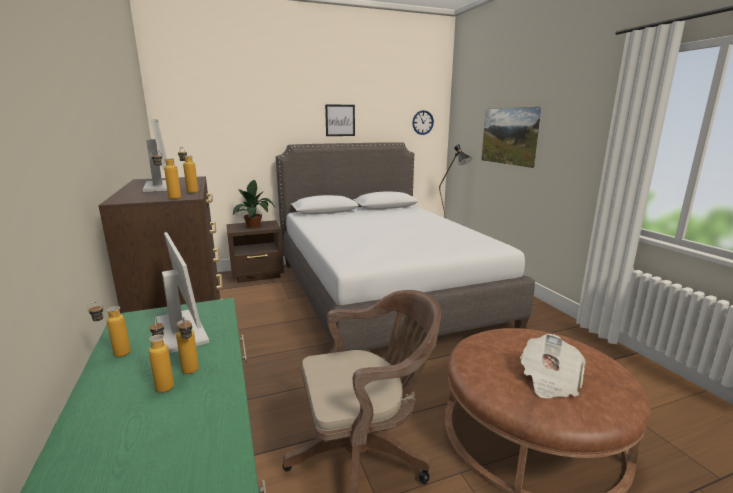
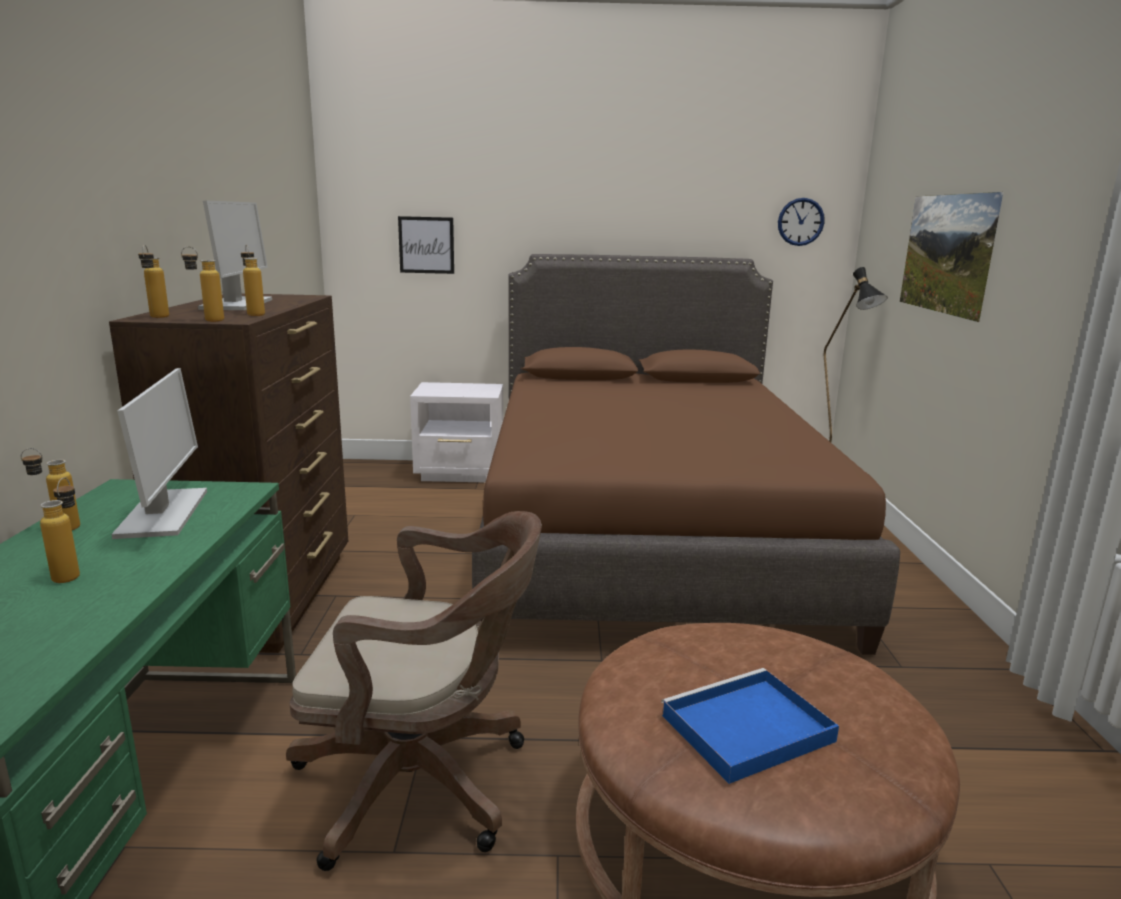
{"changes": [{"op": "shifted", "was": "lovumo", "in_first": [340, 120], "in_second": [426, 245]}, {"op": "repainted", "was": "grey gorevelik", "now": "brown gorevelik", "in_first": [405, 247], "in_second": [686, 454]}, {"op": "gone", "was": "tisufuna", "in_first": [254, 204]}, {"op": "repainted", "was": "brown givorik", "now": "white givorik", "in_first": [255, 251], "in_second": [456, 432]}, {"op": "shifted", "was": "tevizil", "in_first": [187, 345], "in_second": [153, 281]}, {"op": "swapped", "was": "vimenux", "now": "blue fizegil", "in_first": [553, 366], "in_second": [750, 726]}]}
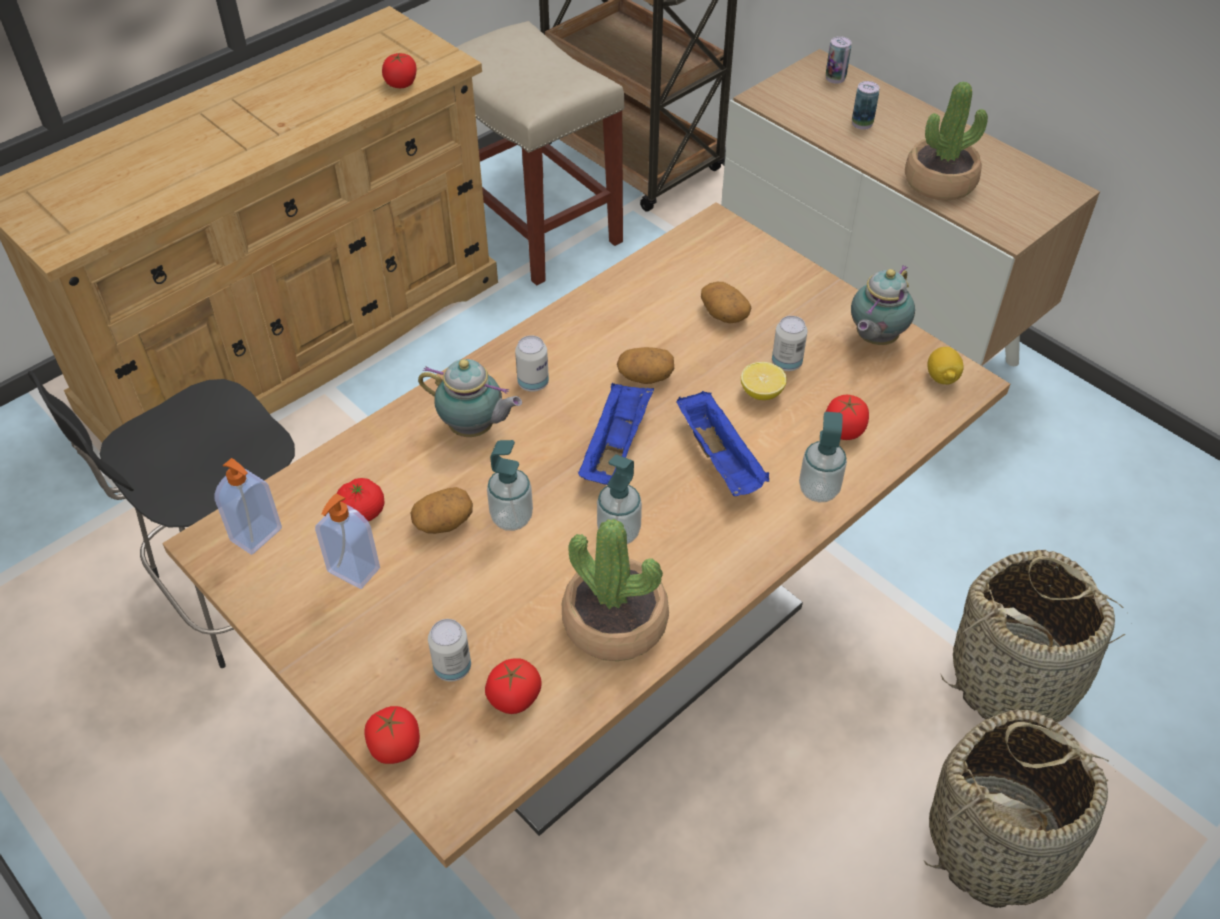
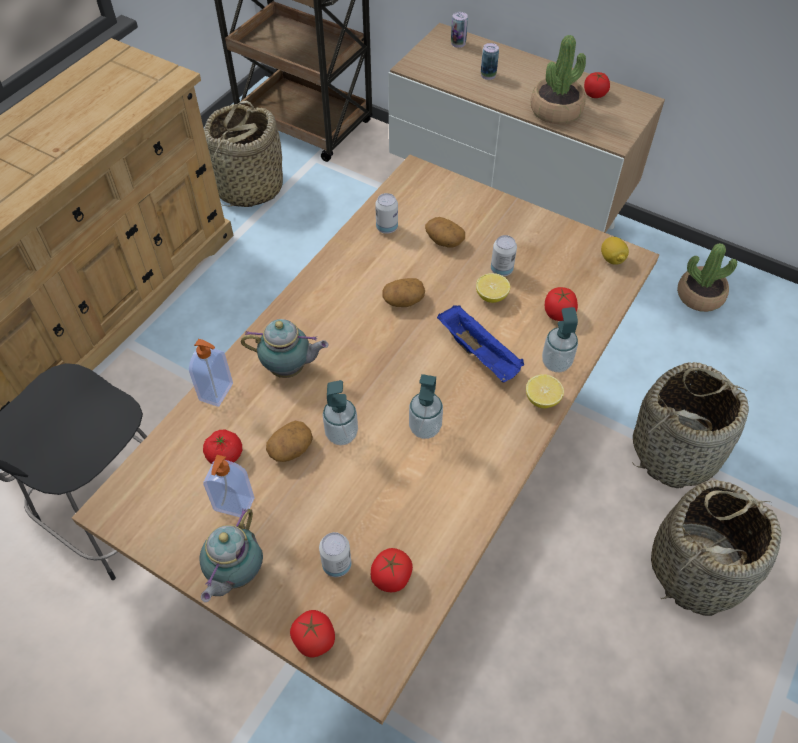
{"changes": [{"op": "swapped", "was": "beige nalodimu", "now": "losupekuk", "in_first": [541, 153], "in_second": [243, 153]}, {"op": "shifted", "was": "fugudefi", "in_first": [399, 70], "in_second": [597, 85]}, {"op": "shifted", "was": "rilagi", "in_first": [883, 305], "in_second": [231, 555]}, {"op": "shifted", "was": "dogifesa", "in_first": [532, 363], "in_second": [386, 213]}, {"op": "gone", "was": "blue fizegil", "in_first": [616, 434]}, {"op": "shifted", "was": "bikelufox", "in_first": [248, 506], "in_second": [211, 373]}, {"op": "shifted", "was": "tisufuna", "in_first": [615, 590], "in_second": [707, 277]}, {"op": "new", "now": "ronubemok", "in_second": [545, 391]}]}
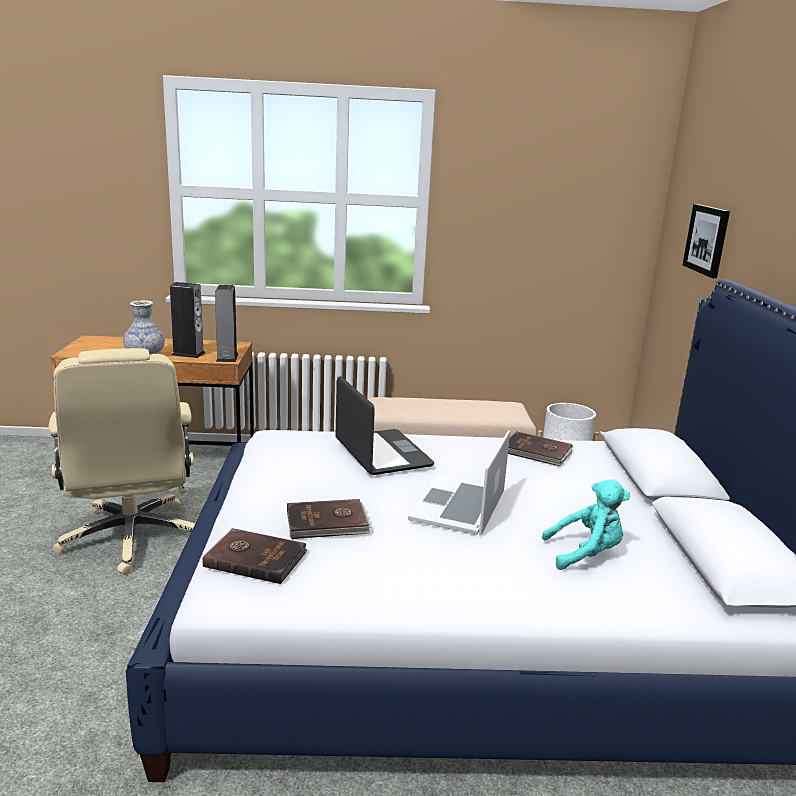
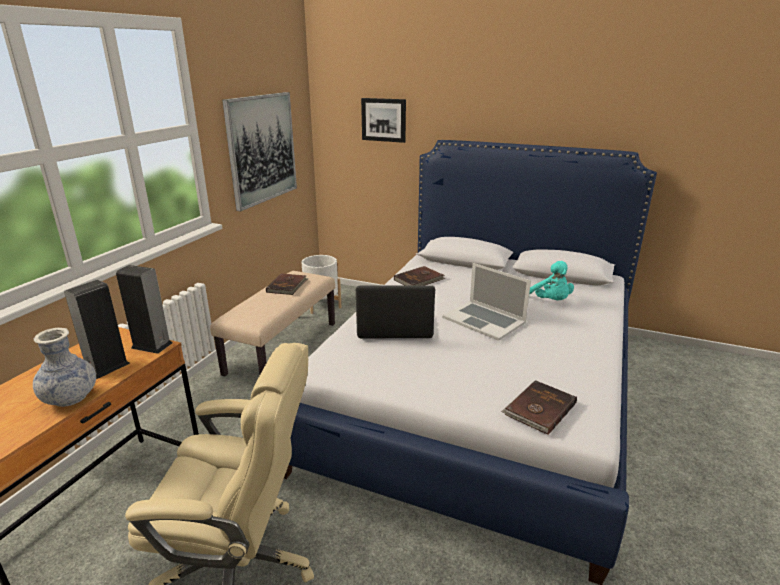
{"changes": [{"op": "rotated", "was": "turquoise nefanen", "in_first": [586, 524], "in_second": [551, 280], "clockwise": 135}, {"op": "shifted", "was": "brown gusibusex", "in_first": [329, 519], "in_second": [287, 284]}, {"op": "new", "now": "lovumo", "in_second": [259, 151]}]}
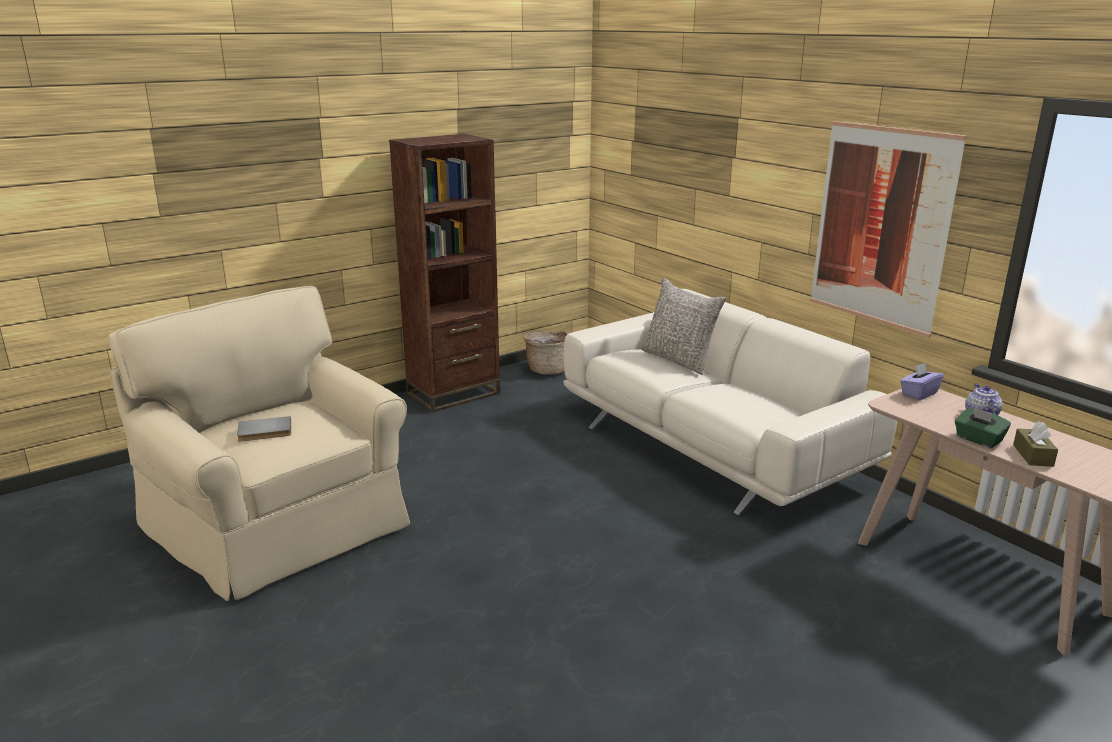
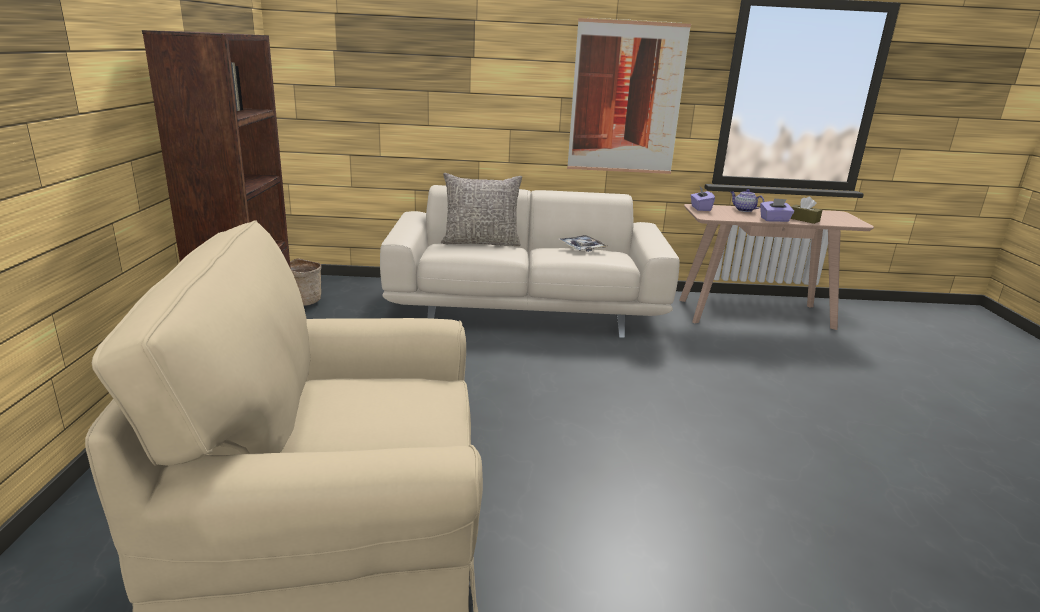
{"changes": [{"op": "repainted", "was": "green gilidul", "now": "purple gilidul", "in_first": [983, 427], "in_second": [777, 210]}, {"op": "gone", "was": "grey gusibusex", "in_first": [264, 428]}, {"op": "new", "now": "fizegil", "in_second": [583, 243]}]}
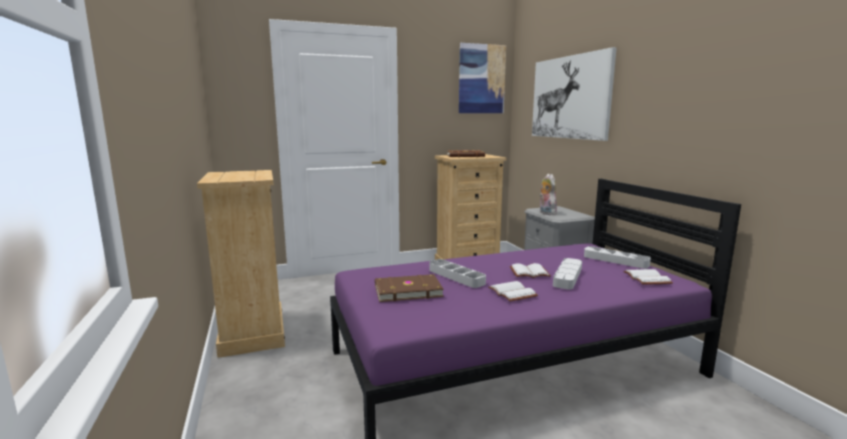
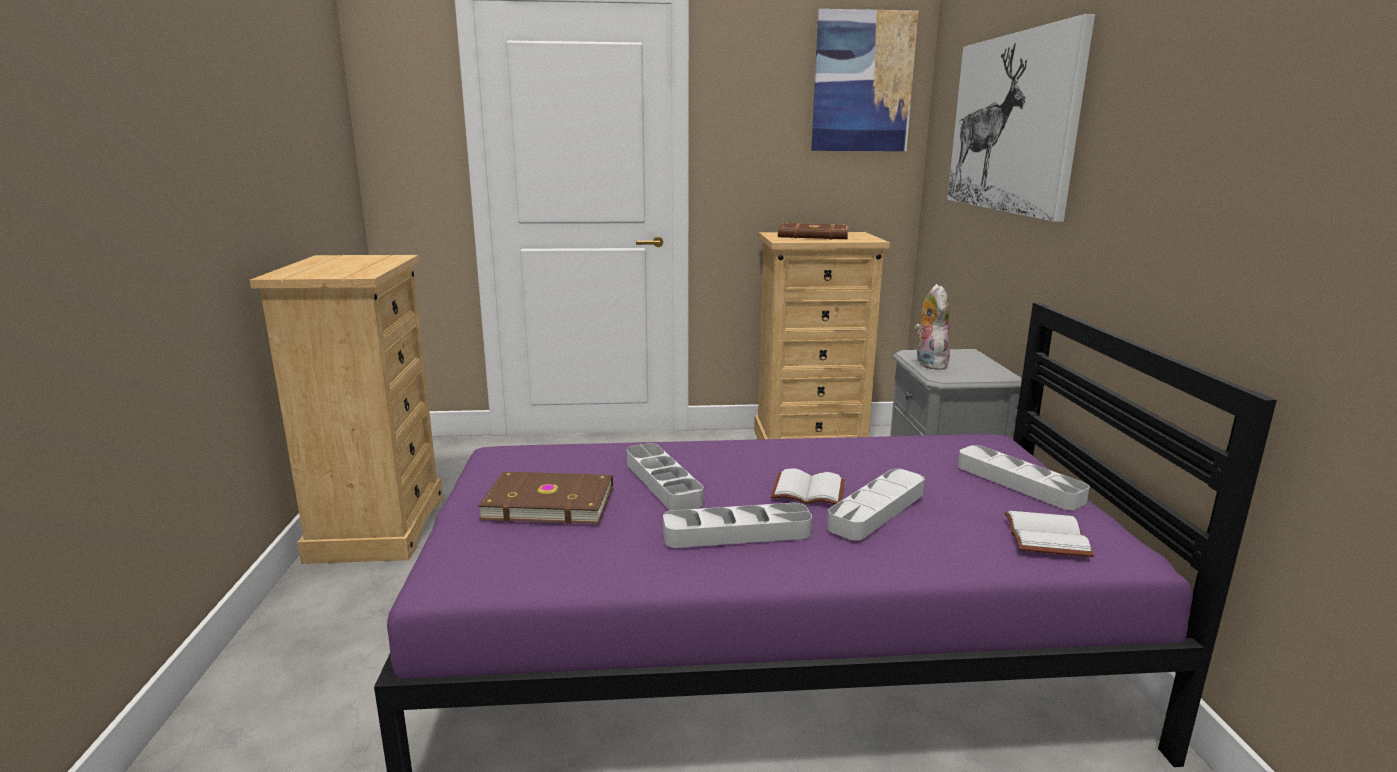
{"changes": [{"op": "swapped", "was": "white gusibusex", "now": "grey fizegil", "in_first": [513, 291], "in_second": [737, 525]}]}
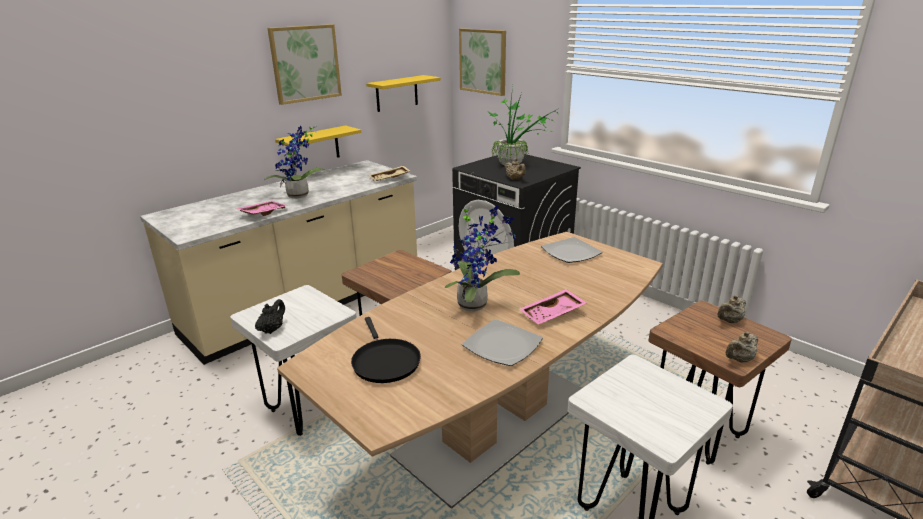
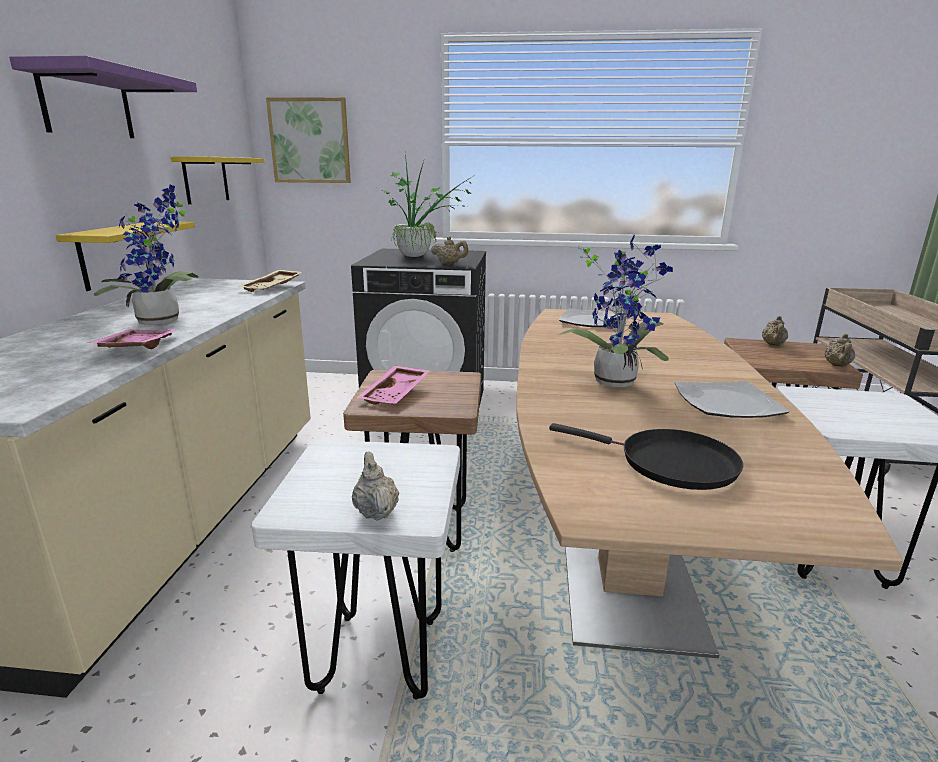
{"changes": [{"op": "swapped", "was": "lovumo", "now": "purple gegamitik", "in_first": [304, 64], "in_second": [103, 97]}, {"op": "shifted", "was": "pink fizegil", "in_first": [553, 306], "in_second": [393, 385]}, {"op": "repainted", "was": "black rilagi", "now": "beige rilagi", "in_first": [270, 316], "in_second": [375, 486]}]}
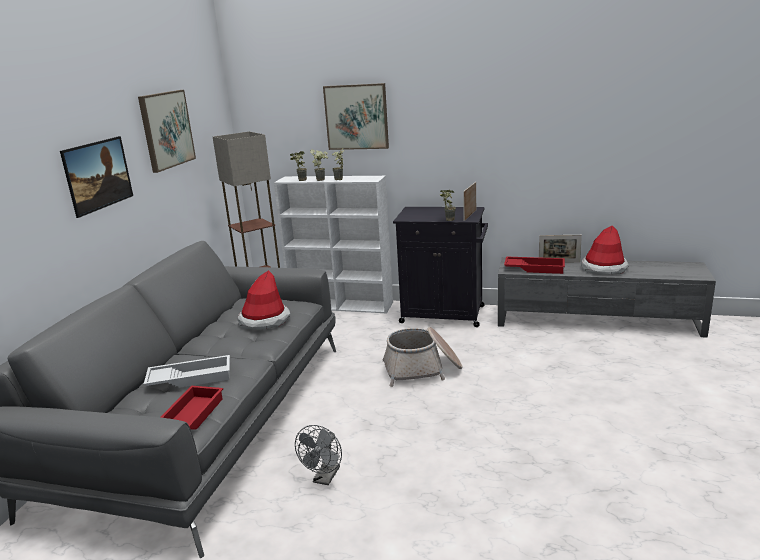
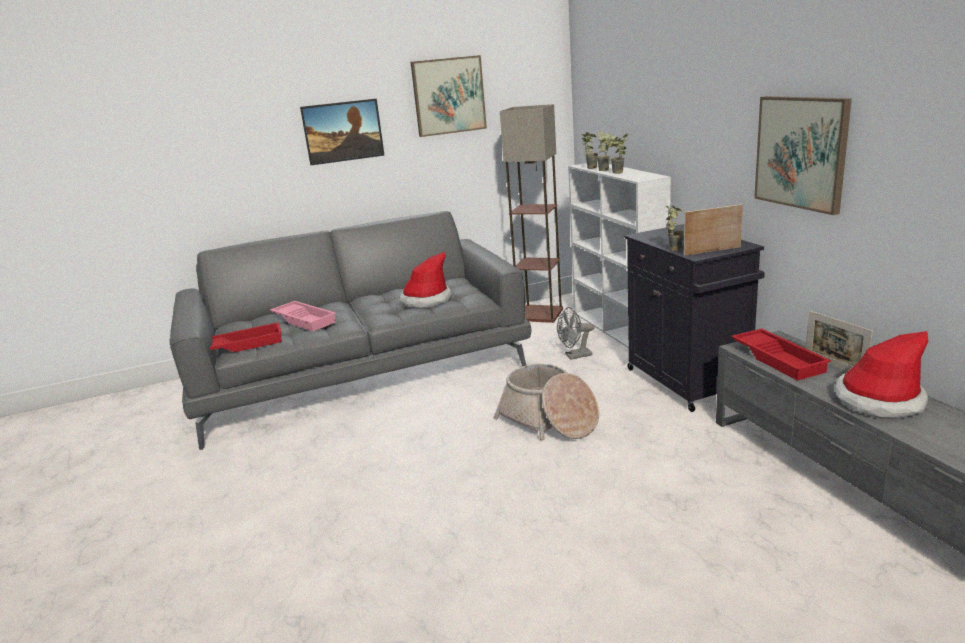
{"changes": [{"op": "shifted", "was": "lovumo", "in_first": [356, 116], "in_second": [803, 155]}, {"op": "repainted", "was": "white fizegil", "now": "pink fizegil", "in_first": [187, 371], "in_second": [303, 316]}, {"op": "shifted", "was": "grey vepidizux", "in_first": [318, 455], "in_second": [575, 333]}]}
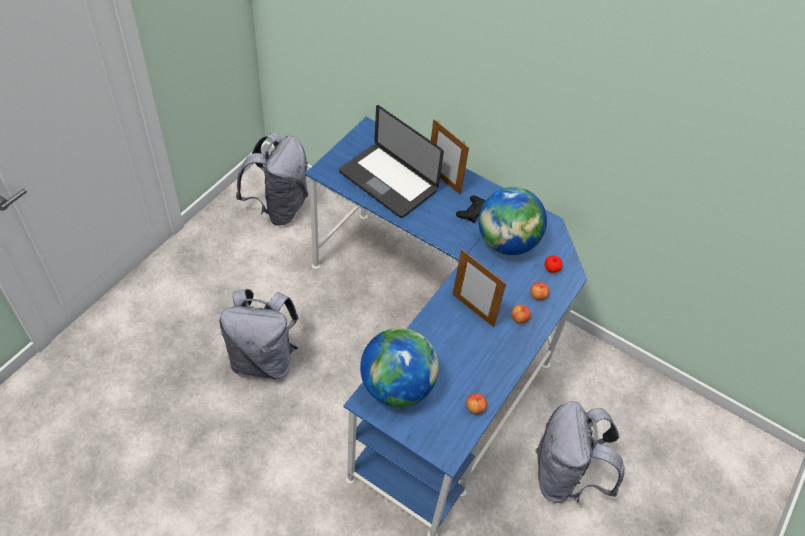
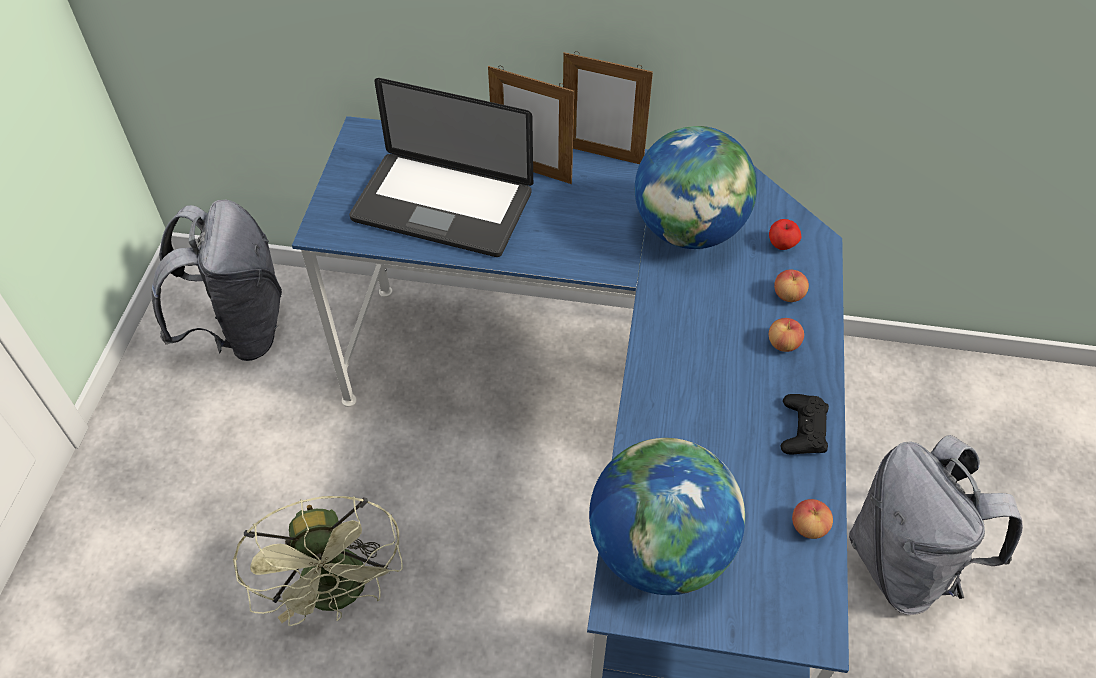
{"changes": [{"op": "shifted", "was": "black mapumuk", "in_first": [470, 209], "in_second": [804, 424]}, {"op": "shifted", "was": "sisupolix", "in_first": [479, 288], "in_second": [608, 107]}, {"op": "swapped", "was": "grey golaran", "now": "green vepidizux", "in_first": [259, 334], "in_second": [318, 561]}]}
